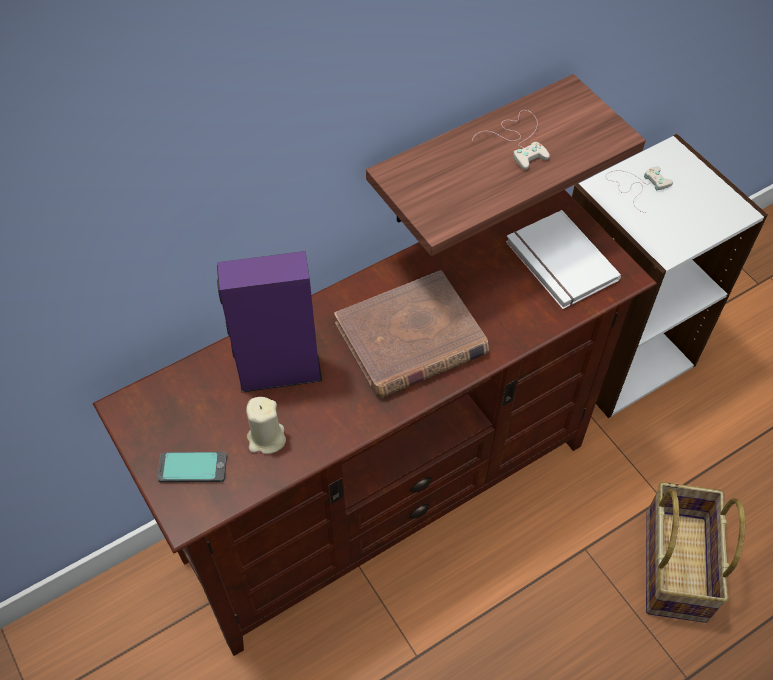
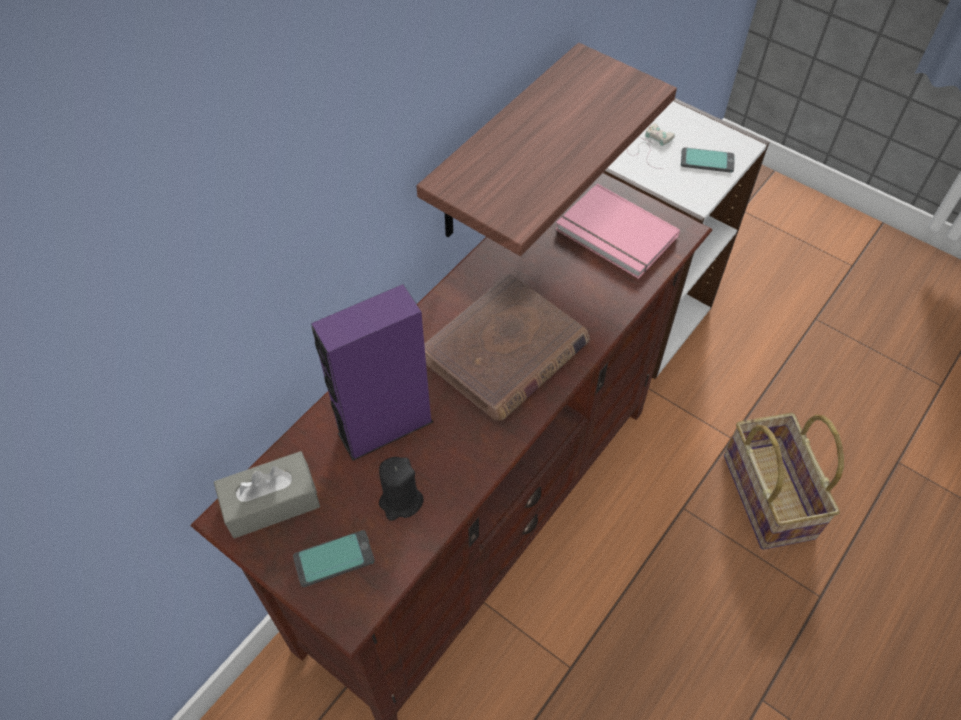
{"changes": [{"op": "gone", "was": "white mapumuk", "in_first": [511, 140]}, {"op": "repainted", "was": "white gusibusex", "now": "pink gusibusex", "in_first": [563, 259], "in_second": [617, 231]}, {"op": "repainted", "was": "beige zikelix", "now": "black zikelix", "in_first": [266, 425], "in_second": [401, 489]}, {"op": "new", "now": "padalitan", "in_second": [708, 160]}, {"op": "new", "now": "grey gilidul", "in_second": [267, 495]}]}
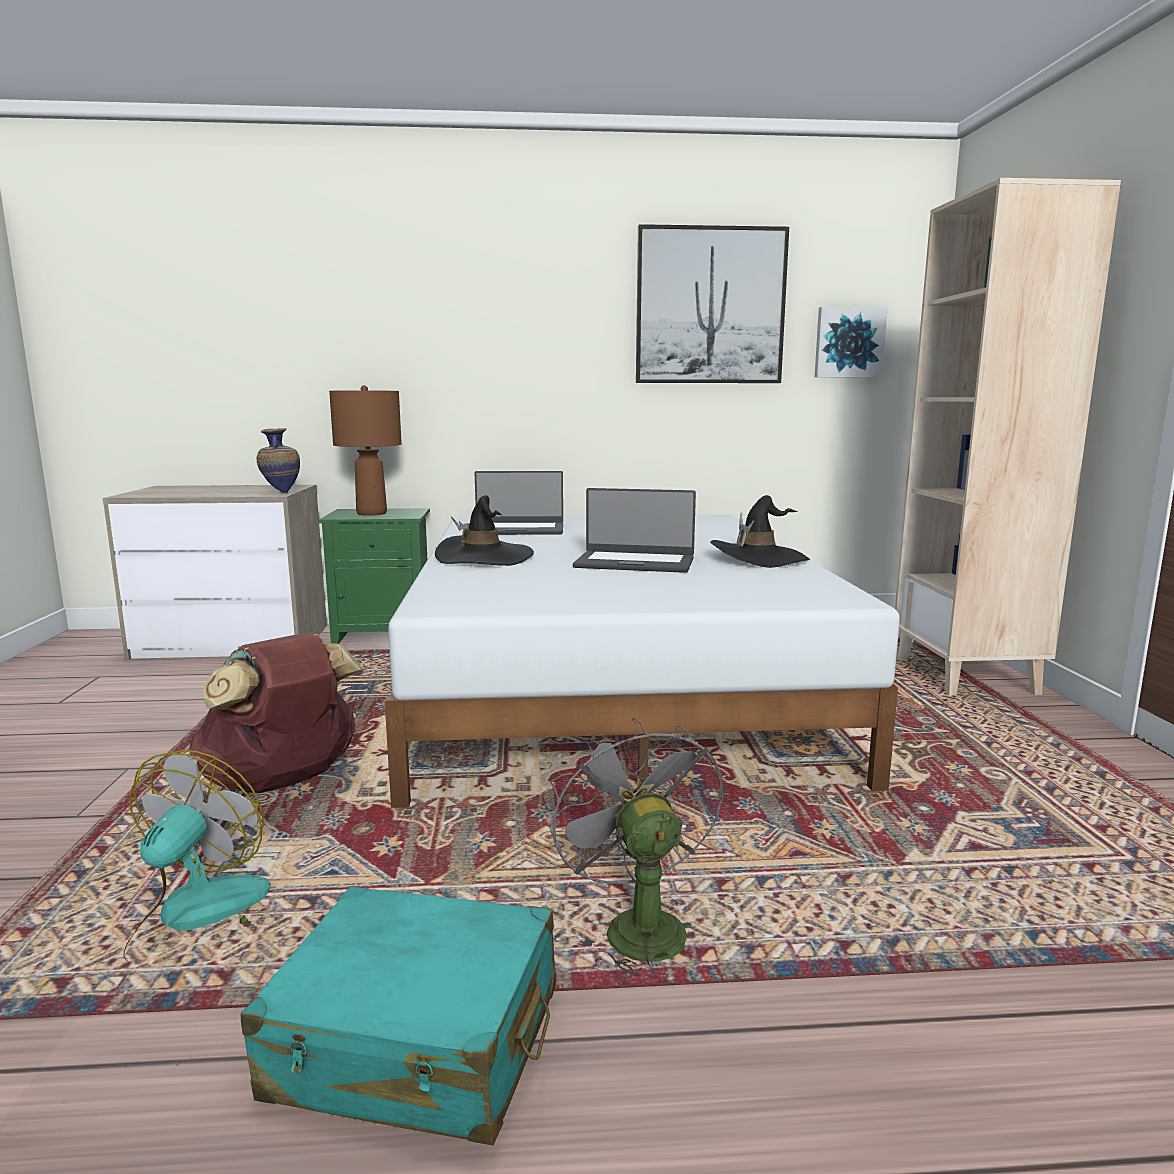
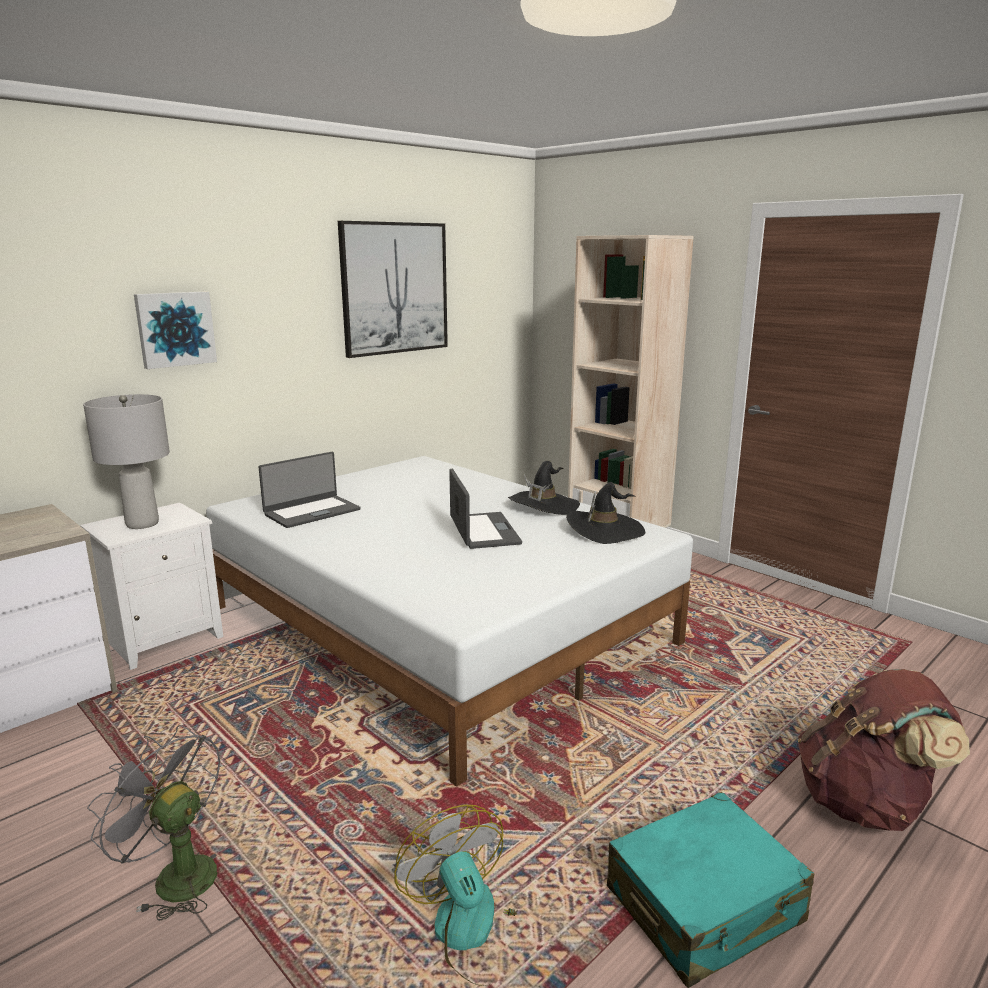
{"changes": [{"op": "shifted", "was": "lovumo", "in_first": [851, 342], "in_second": [175, 330]}, {"op": "repainted", "was": "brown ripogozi", "now": "grey ripogozi", "in_first": [365, 450], "in_second": [126, 461]}, {"op": "gone", "was": "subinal", "in_first": [278, 460]}, {"op": "rotated", "was": "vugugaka", "in_first": [634, 530], "in_second": [485, 508], "clockwise": -75}, {"op": "shifted", "was": "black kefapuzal", "in_first": [484, 530], "in_second": [605, 513]}, {"op": "repainted", "was": "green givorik", "now": "white givorik", "in_first": [374, 576], "in_second": [151, 586]}, {"op": "shifted", "was": "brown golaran", "in_first": [276, 713], "in_second": [884, 750]}, {"op": "shifted", "was": "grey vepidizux", "in_first": [636, 847], "in_second": [153, 823]}]}
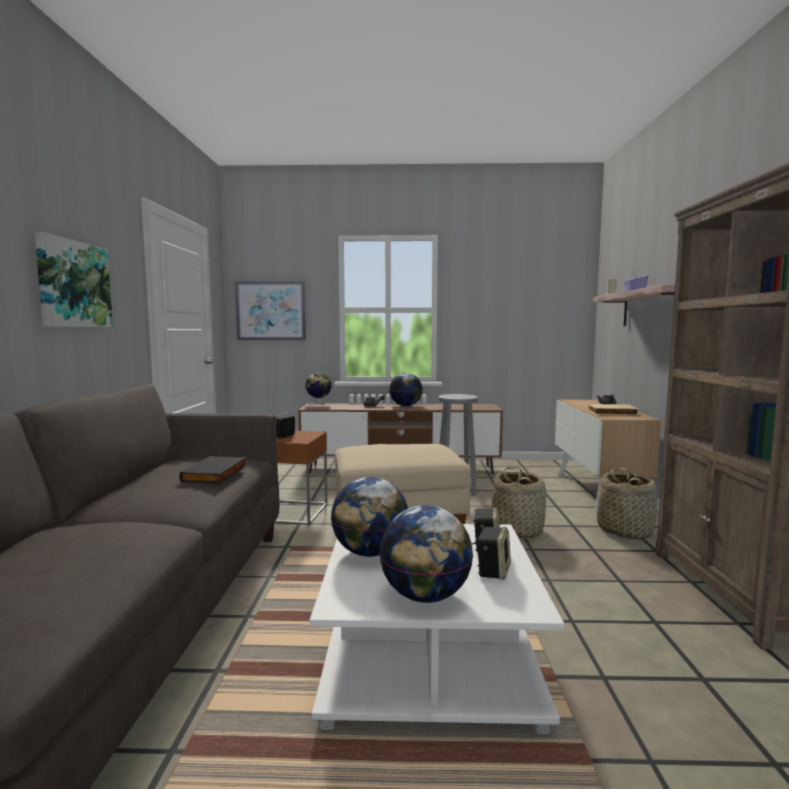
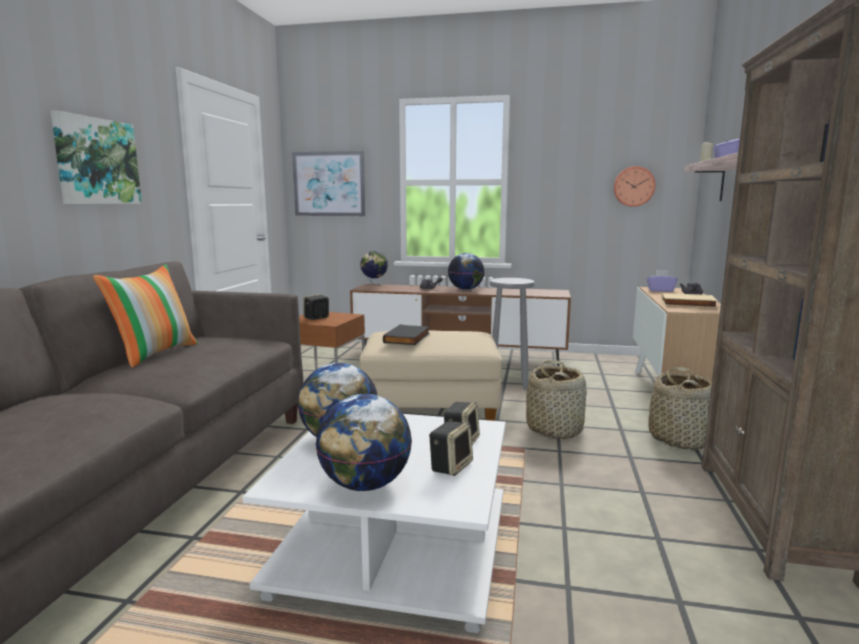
{"changes": [{"op": "shifted", "was": "black gusibusex", "in_first": [213, 469], "in_second": [406, 334]}, {"op": "new", "now": "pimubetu", "in_second": [634, 186]}, {"op": "new", "now": "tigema", "in_second": [145, 316]}, {"op": "new", "now": "purple gilidul", "in_second": [662, 281]}]}
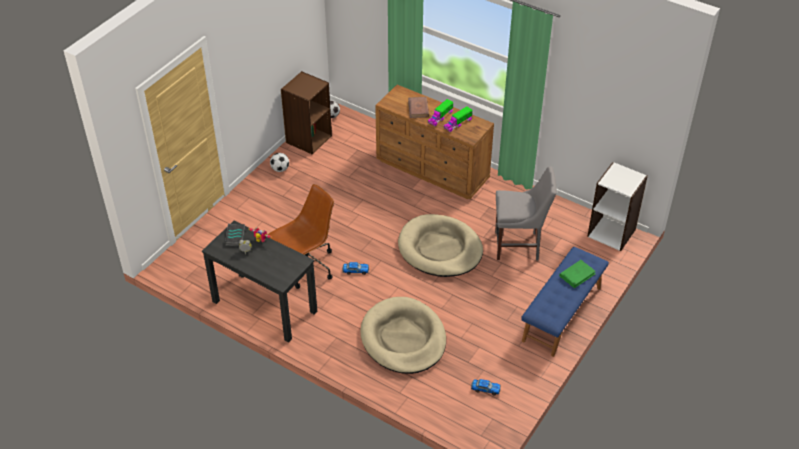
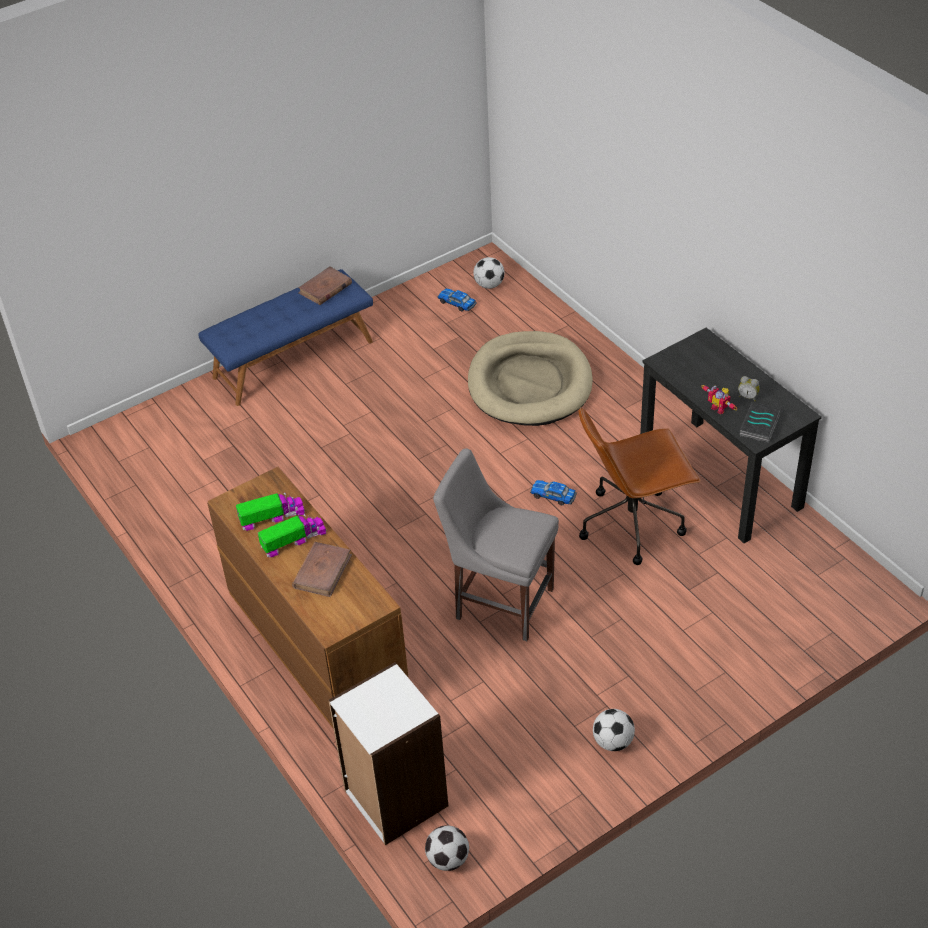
{"changes": [{"op": "gone", "was": "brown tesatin", "in_first": [306, 112]}, {"op": "shifted", "was": "white tesatin", "in_first": [617, 206], "in_second": [388, 753]}, {"op": "shifted", "was": "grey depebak", "in_first": [526, 213], "in_second": [496, 544]}, {"op": "gone", "was": "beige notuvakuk", "in_first": [440, 245]}, {"op": "gone", "was": "green gusibusex", "in_first": [577, 274]}, {"op": "new", "now": "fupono", "in_second": [489, 273]}, {"op": "new", "now": "brown gusibusex", "in_second": [325, 286]}]}
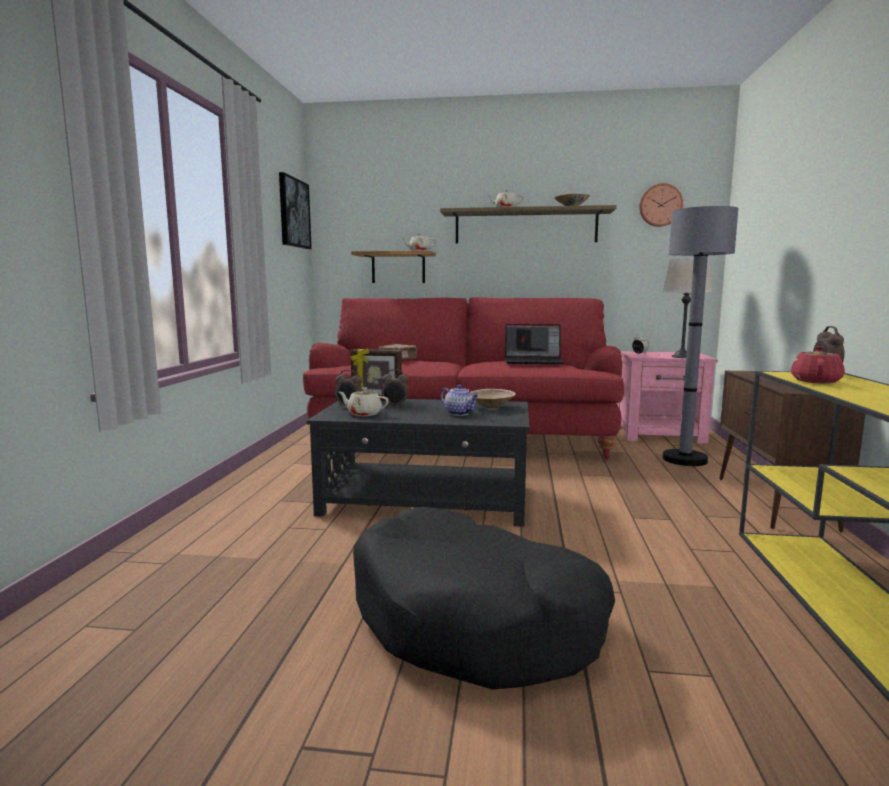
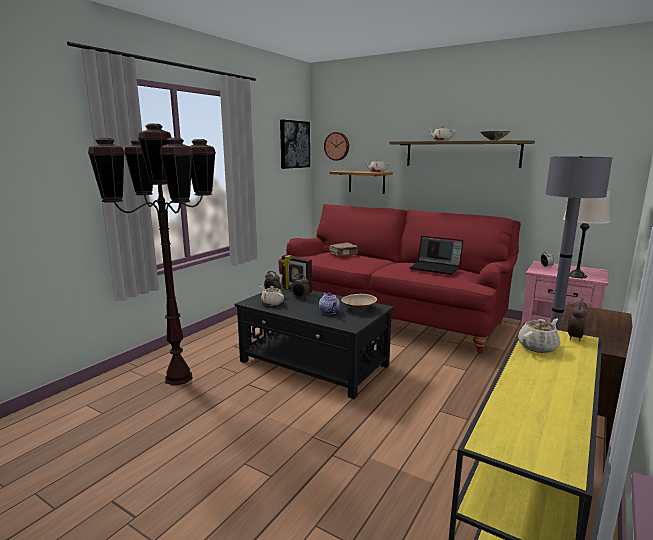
{"changes": [{"op": "shifted", "was": "pimubetu", "in_first": [661, 205], "in_second": [336, 146]}, {"op": "repainted", "was": "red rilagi", "now": "beige rilagi", "in_first": [818, 365], "in_second": [539, 336]}, {"op": "gone", "was": "black notuvakuk", "in_first": [484, 598]}, {"op": "new", "now": "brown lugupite", "in_second": [152, 255]}]}
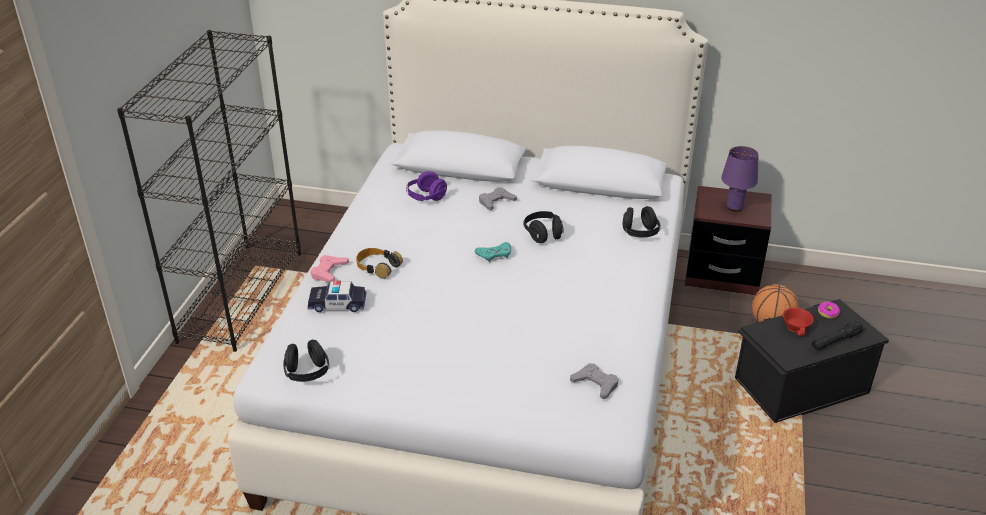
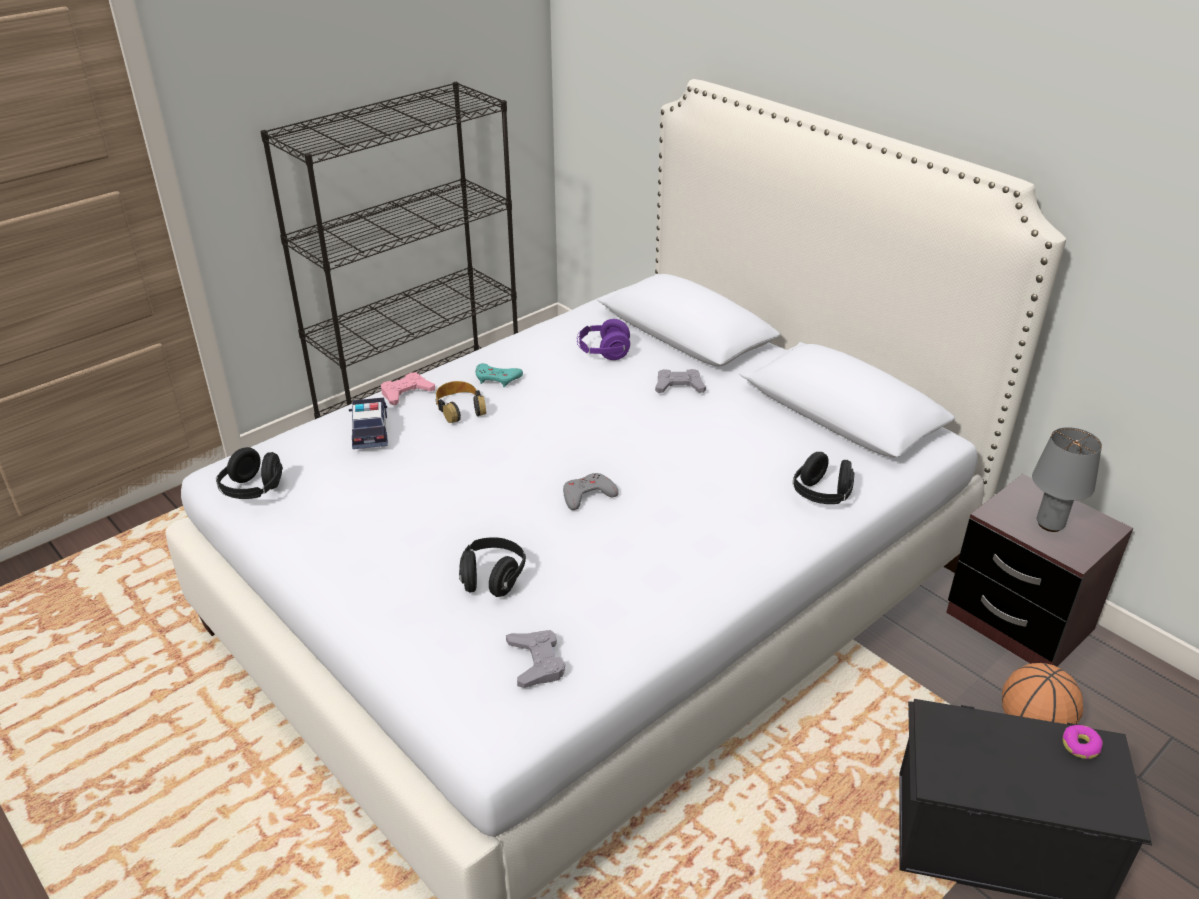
{"changes": [{"op": "repainted", "was": "purple ripogozi", "now": "grey ripogozi", "in_first": [740, 179], "in_second": [1067, 479]}, {"op": "shifted", "was": "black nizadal", "in_first": [543, 227], "in_second": [492, 567]}, {"op": "shifted", "was": "turquoise mapumuk", "in_first": [493, 252], "in_second": [499, 375]}, {"op": "rotated", "was": "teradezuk", "in_first": [336, 296], "in_second": [368, 423], "clockwise": 45}, {"op": "gone", "was": "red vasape", "in_first": [798, 322]}, {"op": "gone", "was": "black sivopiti", "in_first": [837, 336]}, {"op": "new", "now": "grey mapumuk", "in_second": [591, 491]}]}
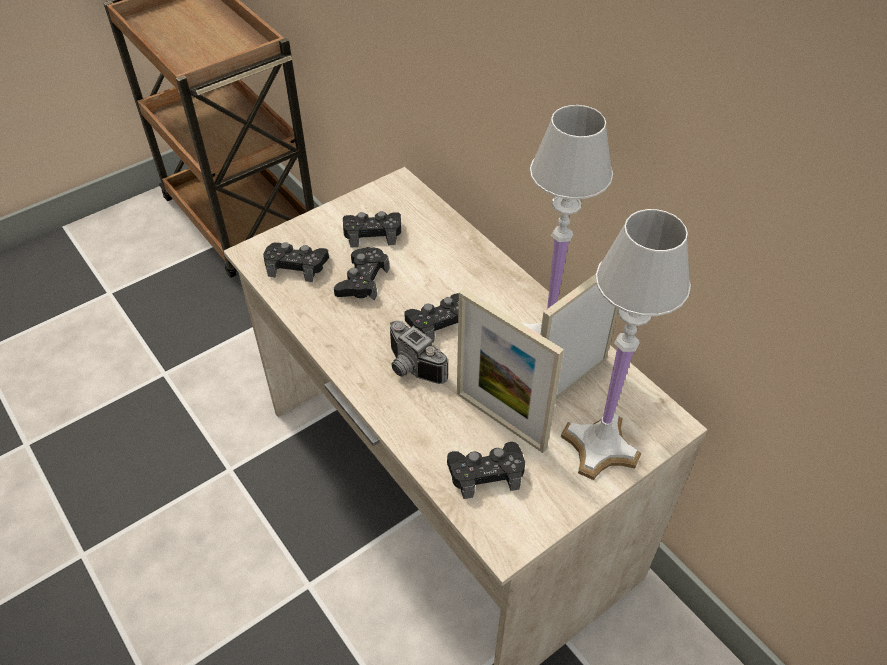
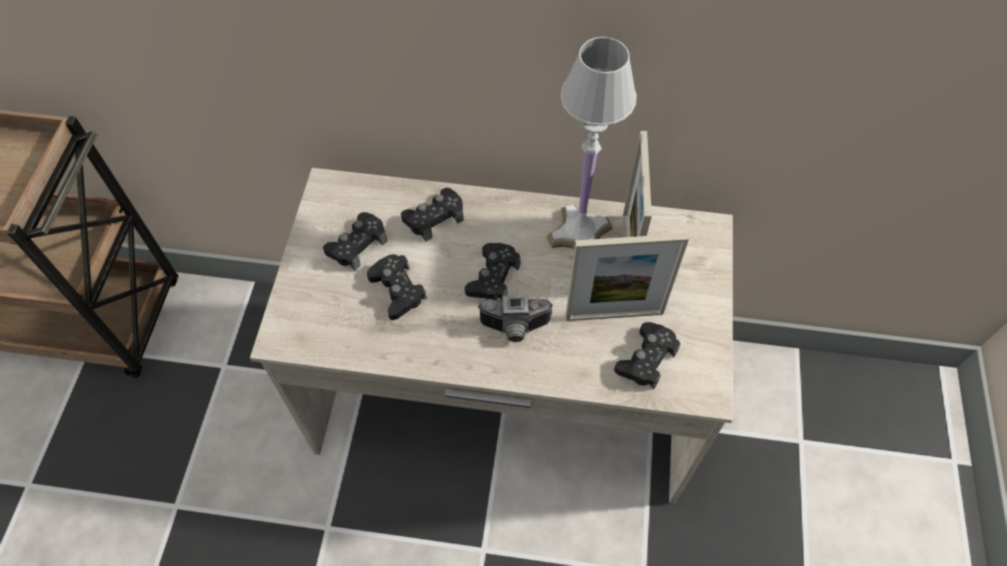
{"changes": [{"op": "gone", "was": "white ripogozi", "in_first": [626, 344]}, {"op": "shifted", "was": "black mapumuk", "in_first": [296, 262], "in_second": [432, 215]}]}
